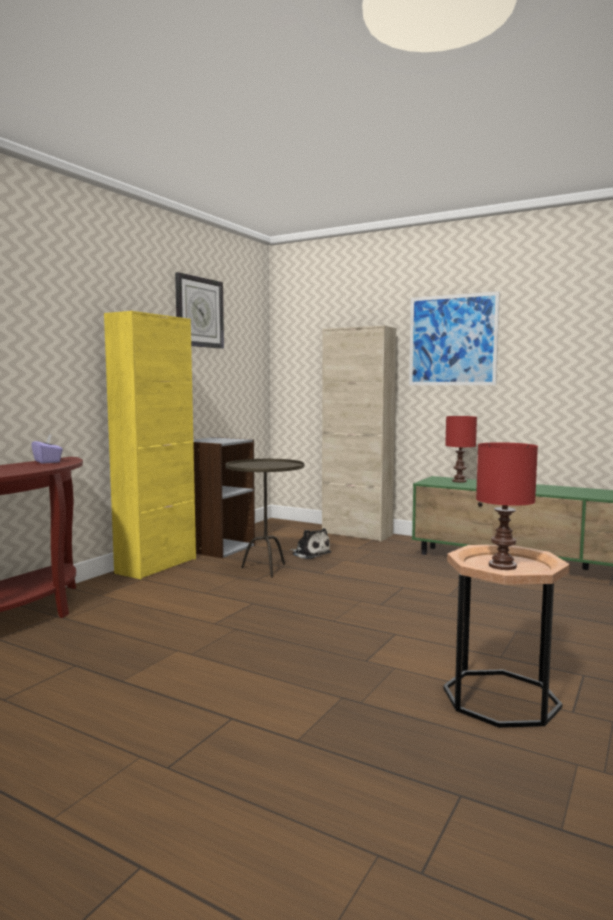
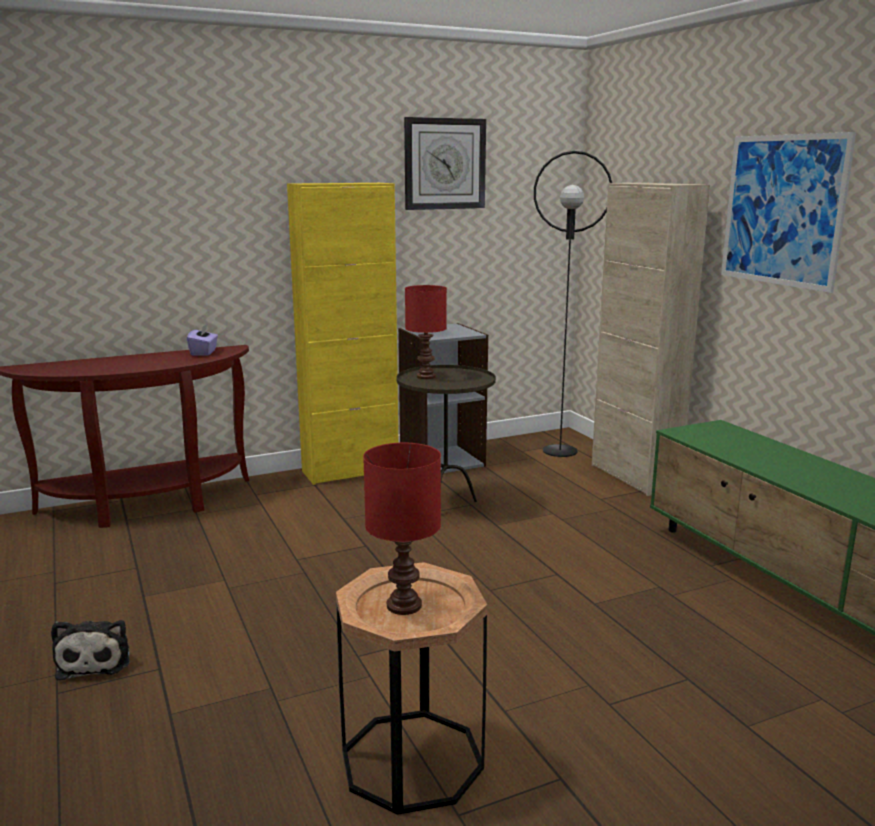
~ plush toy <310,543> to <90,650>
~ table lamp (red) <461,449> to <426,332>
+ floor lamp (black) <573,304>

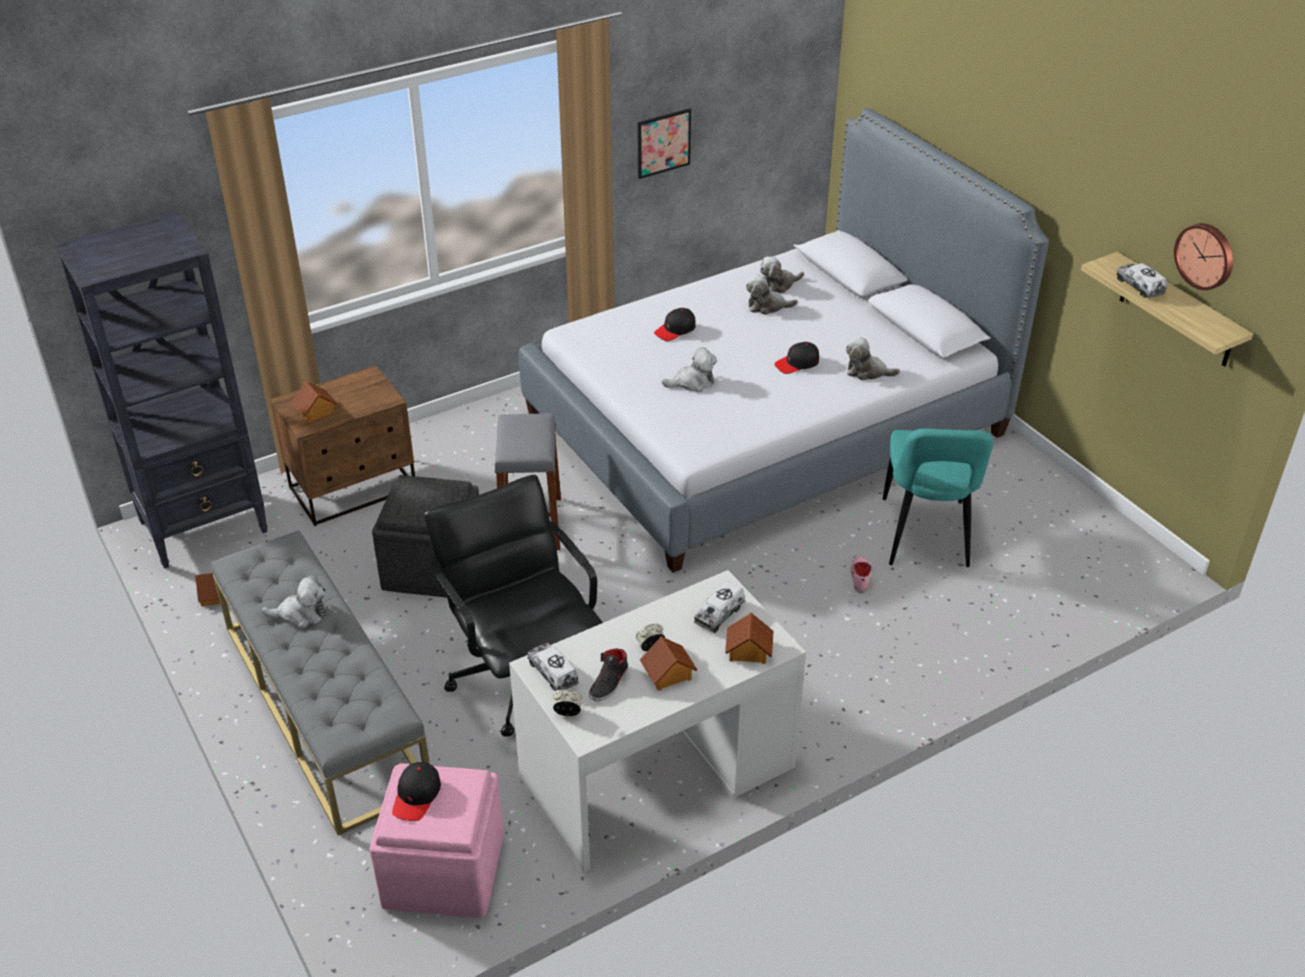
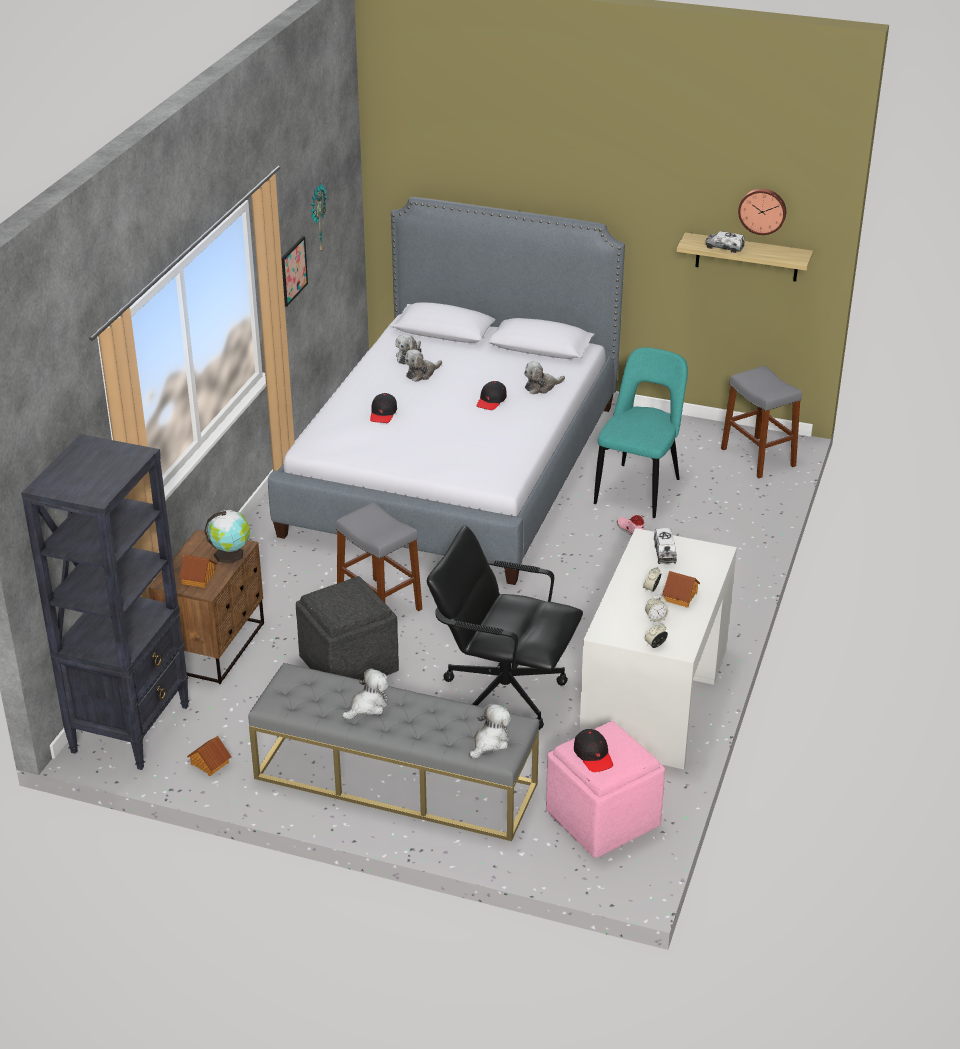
+ globe <227,537>
+ wall clock <319,218>
~ plush toy <689,370> to <490,731>
~ chair (turquoise) <938,497> = <641,432> 120 degrees counterclockwise
~ shoe (black) <608,674> to alarm clock <656,608>
+ stool (grey) <761,422>
- toy truck <553,667>
- toy house <749,638>

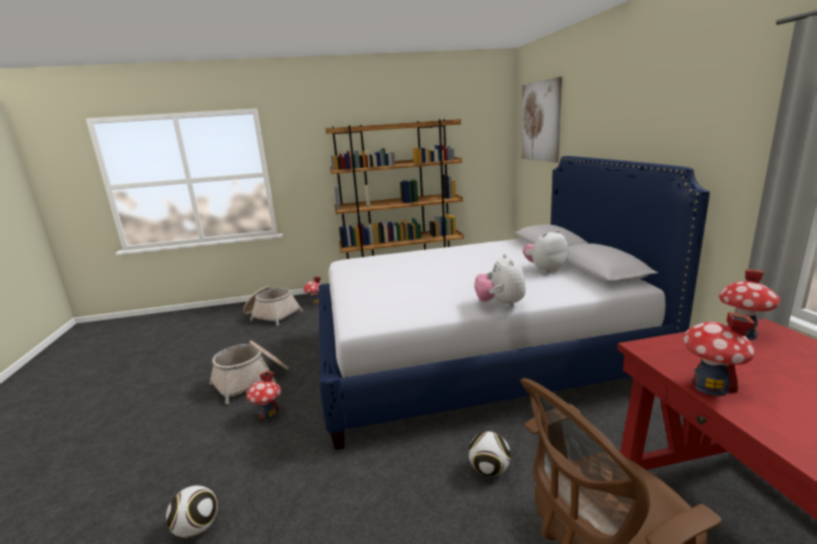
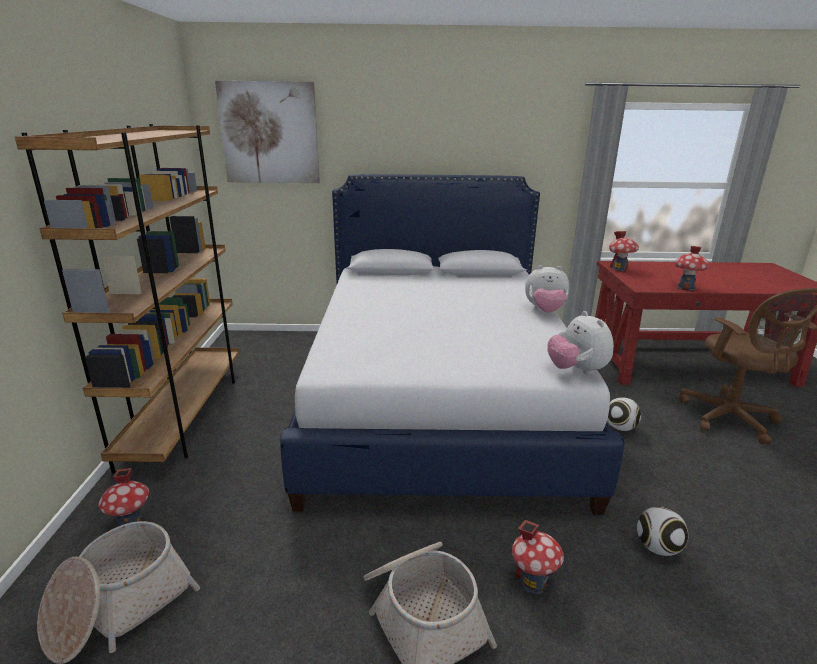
~ plush toy <545,252> to <580,343>
~ football <192,511> to <663,531>

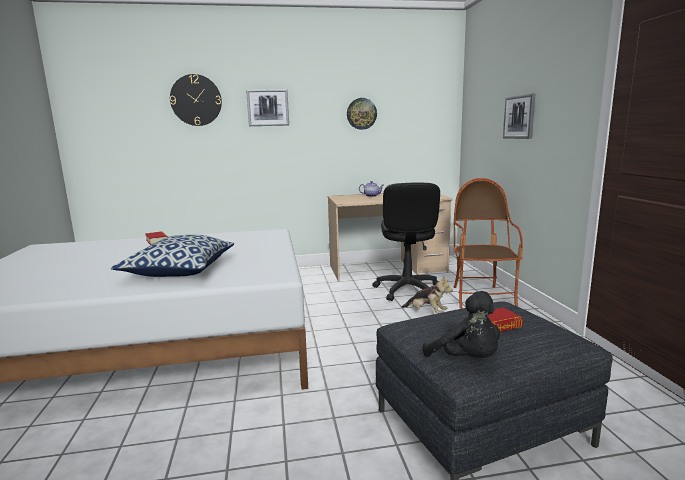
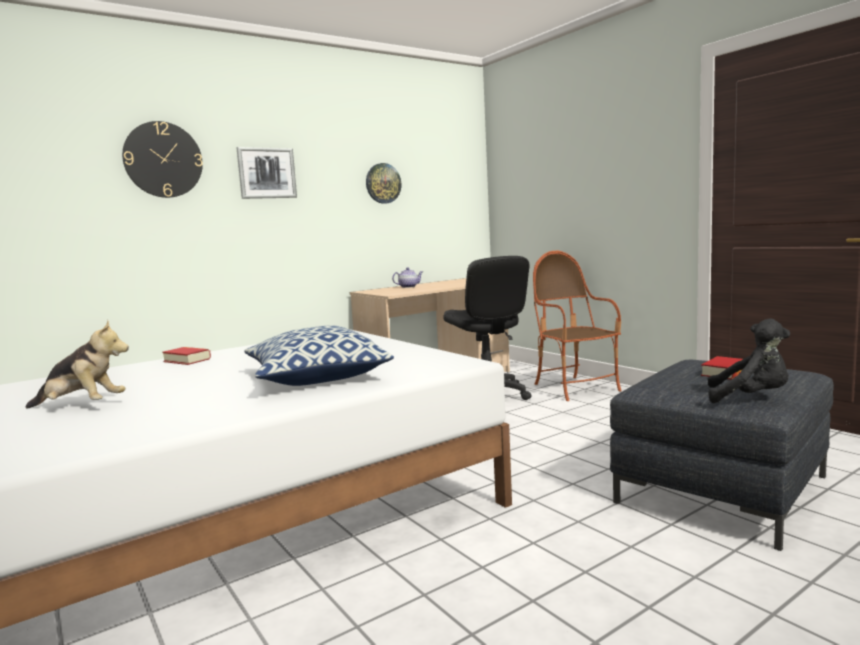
~ plush toy <427,295> to <77,364>
- picture <519,116>

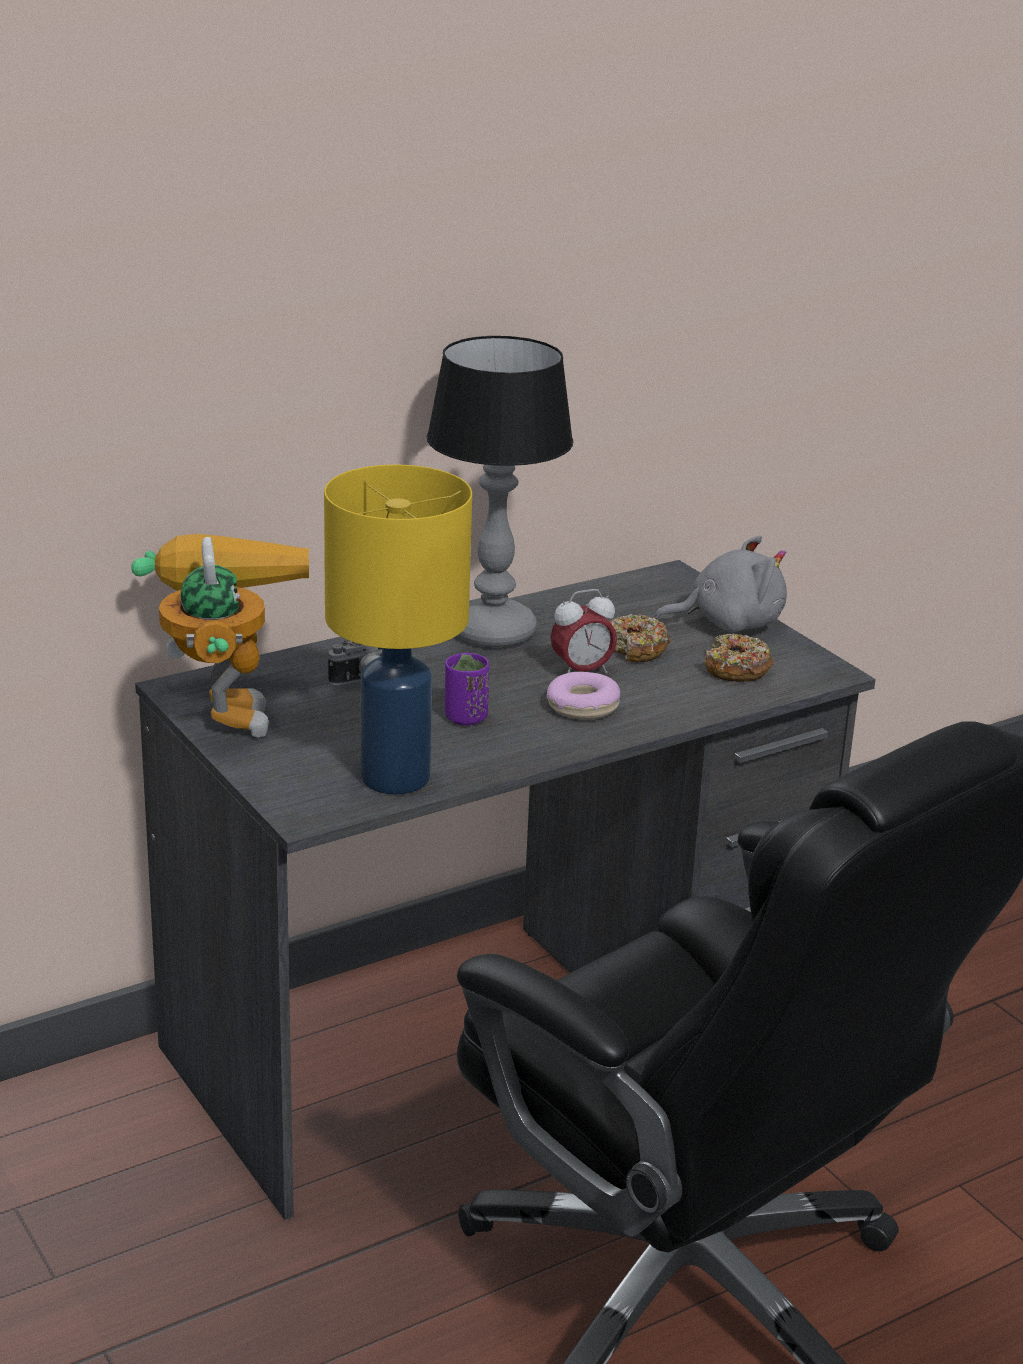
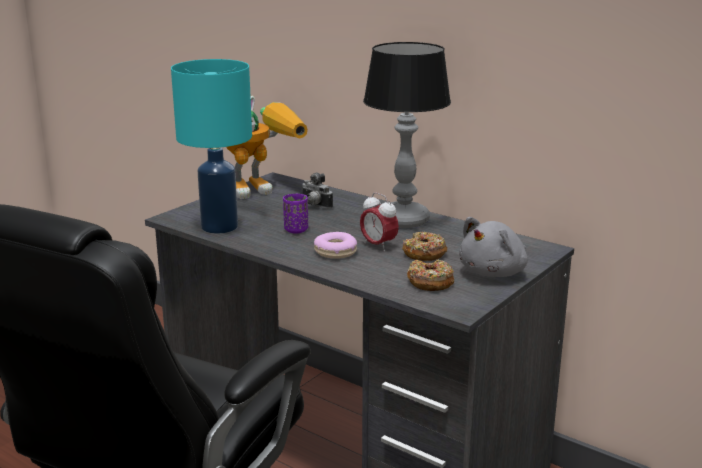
~ table lamp (yellow) <398,629> to table lamp (turquoise) <211,146>
~ plush toy (grey) <720,583> = <493,247> 75 degrees clockwise

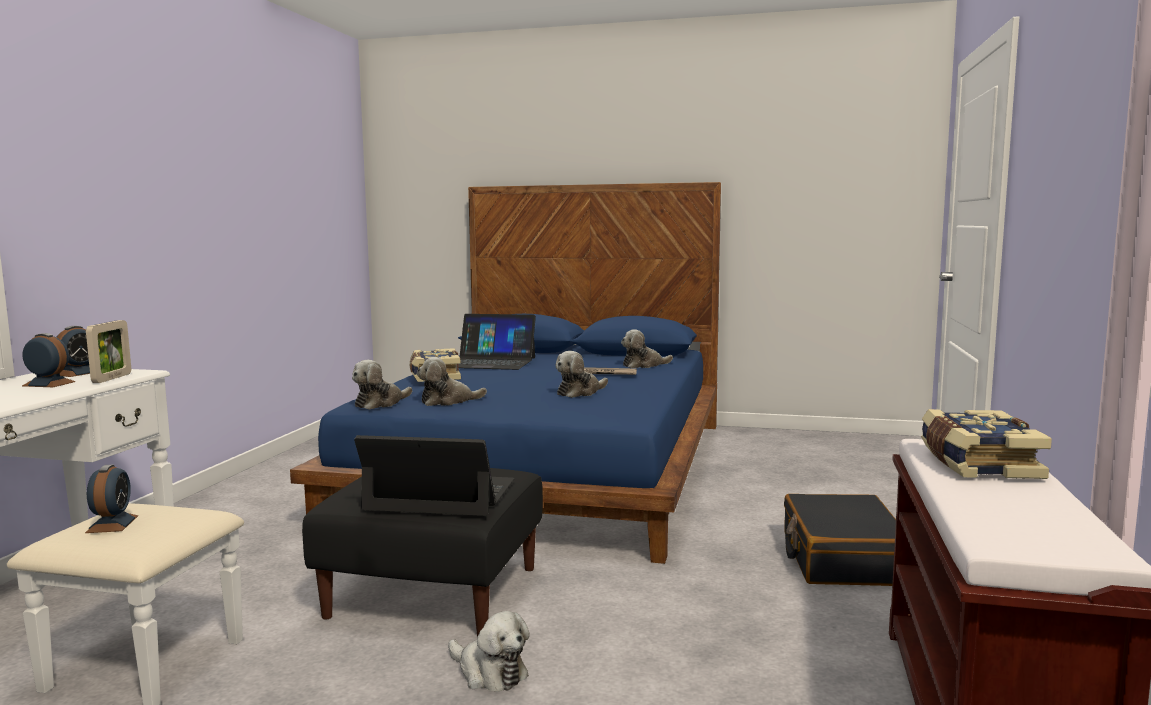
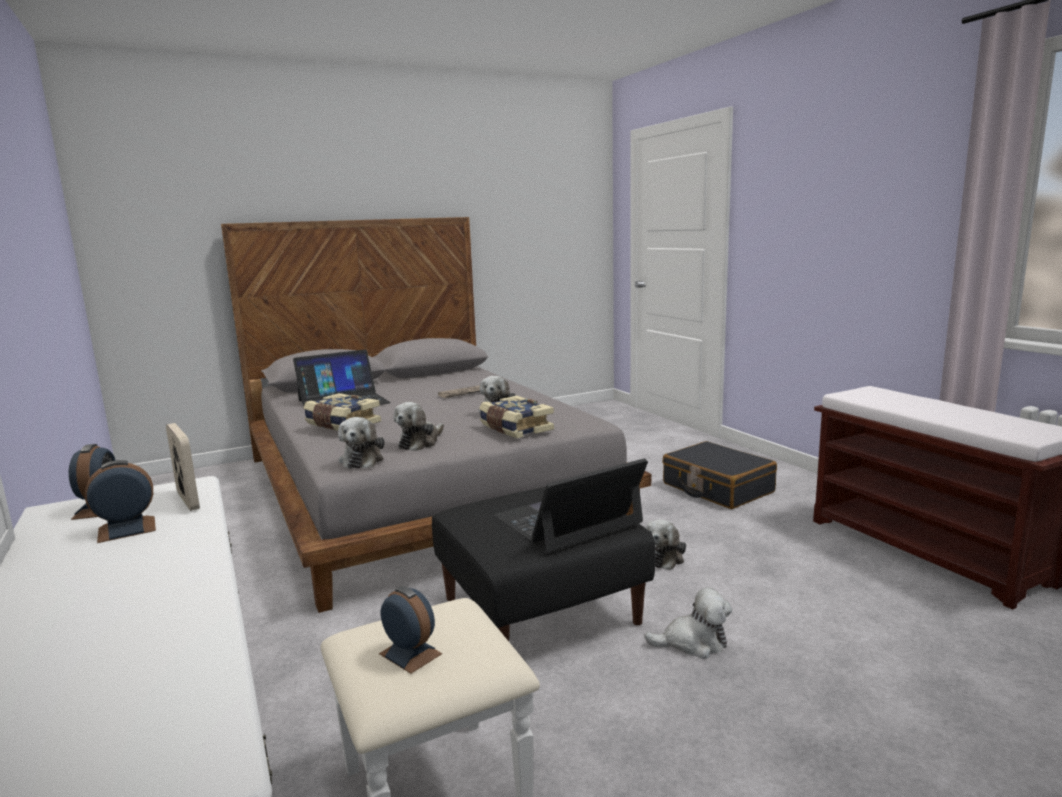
~ bed (blue) <505,373> to bed (grey) <436,415>
~ book <986,444> to <516,417>
~ plush toy <647,348> to <666,544>

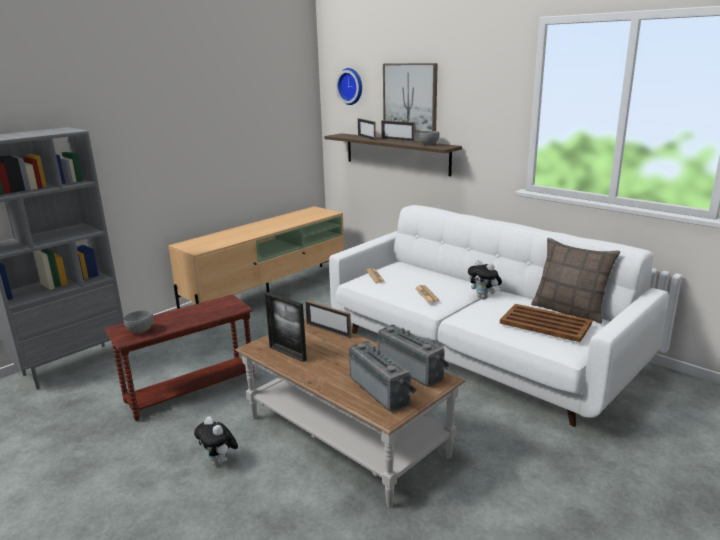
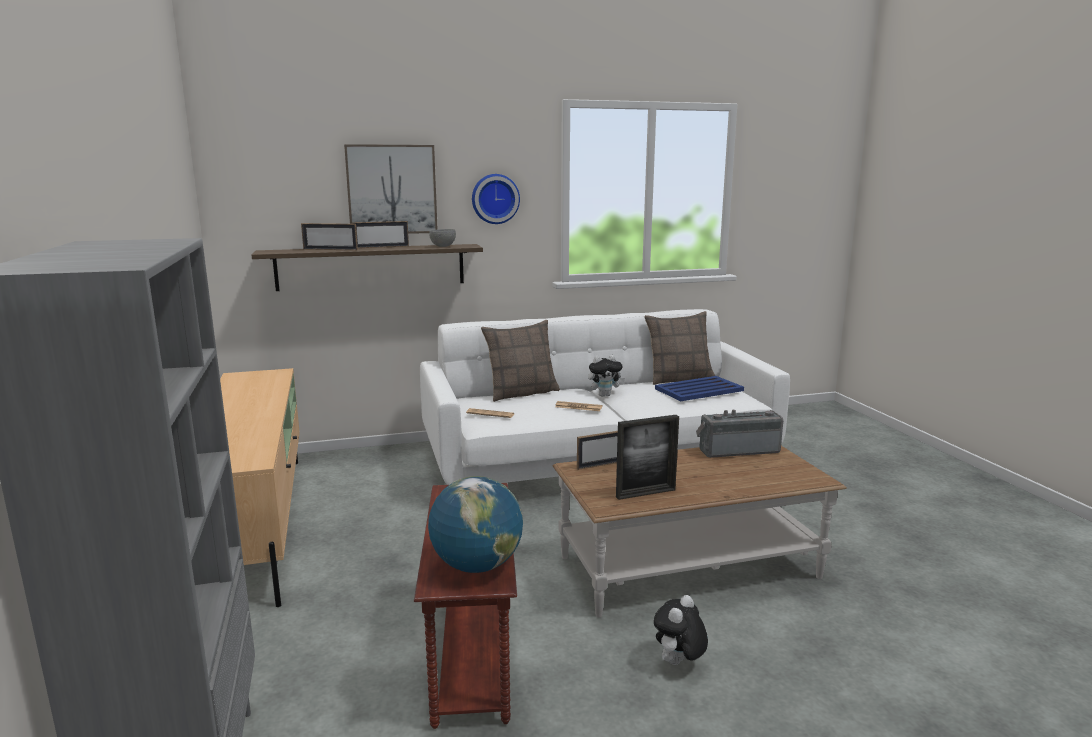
~ bowl (grey) <138,321> to globe <475,524>
~ wall clock <349,86> to <496,199>
+ pillow <520,361>
~ plush toy <216,441> = <681,630> 135 degrees clockwise
~ tray (brown) <546,323> to tray (blue) <699,388>
- radio <383,376>

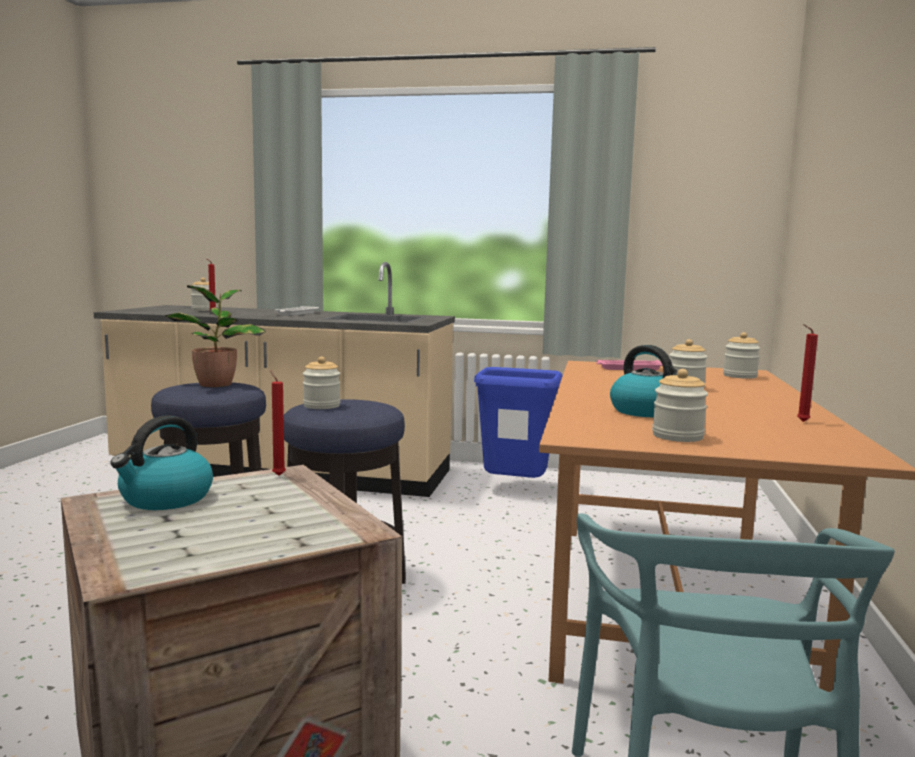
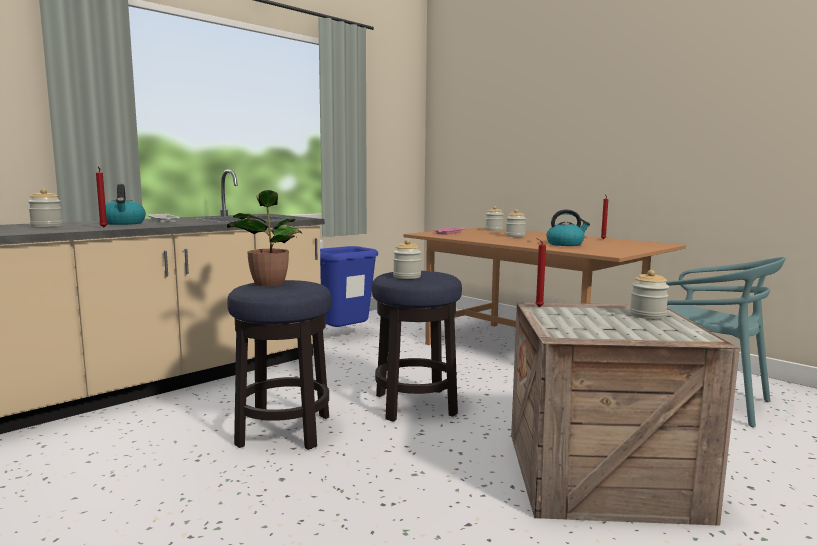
~ kettle <161,462> to <125,204>
~ jar <680,405> to <649,294>

